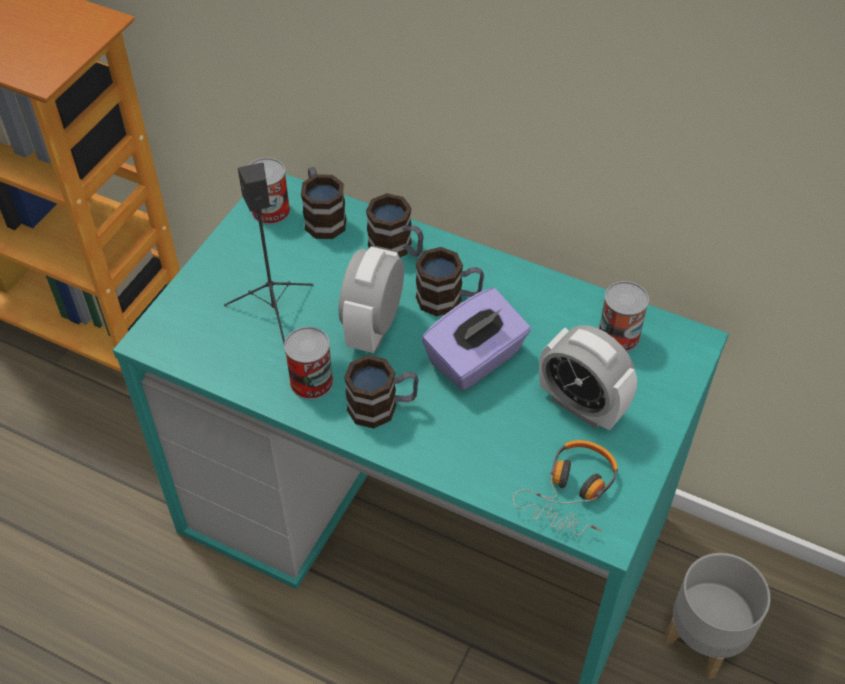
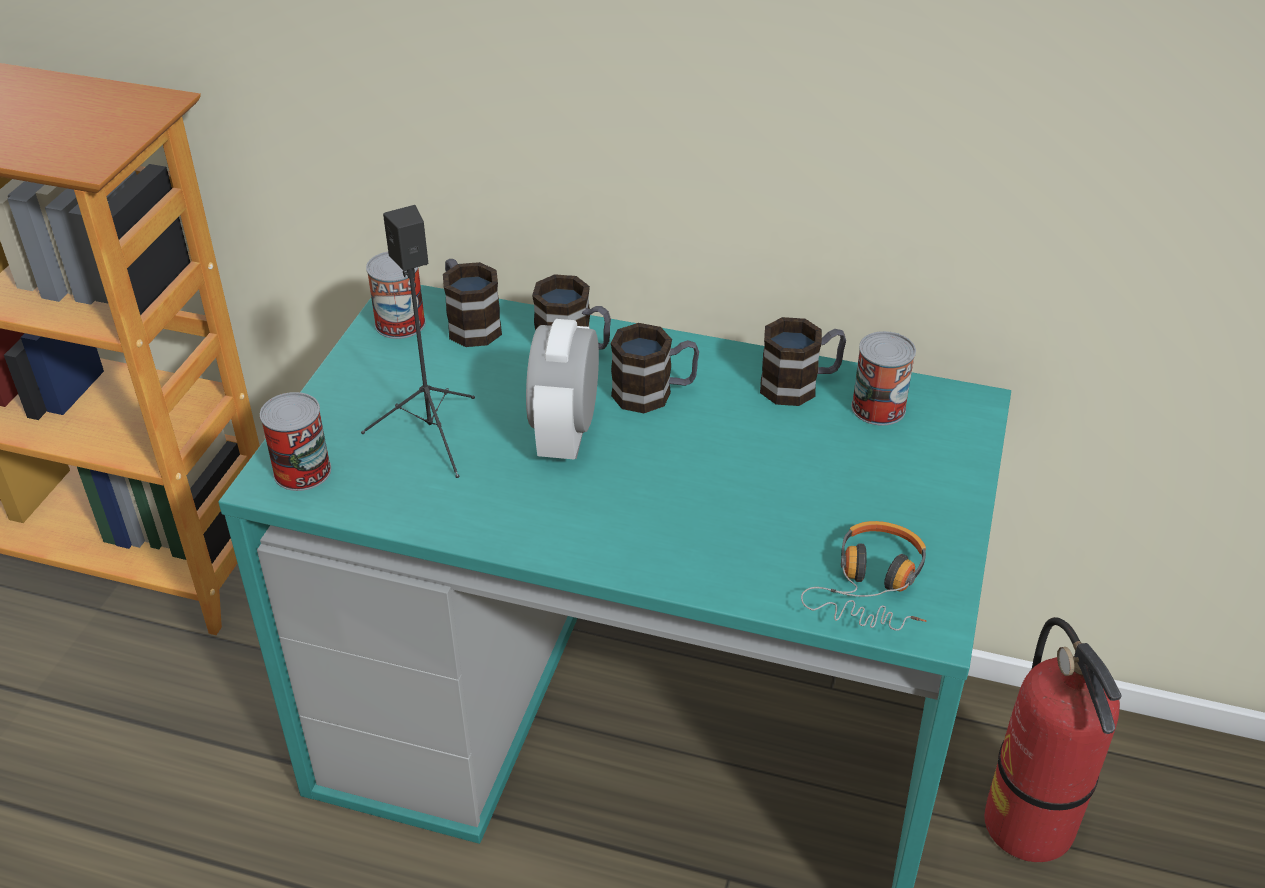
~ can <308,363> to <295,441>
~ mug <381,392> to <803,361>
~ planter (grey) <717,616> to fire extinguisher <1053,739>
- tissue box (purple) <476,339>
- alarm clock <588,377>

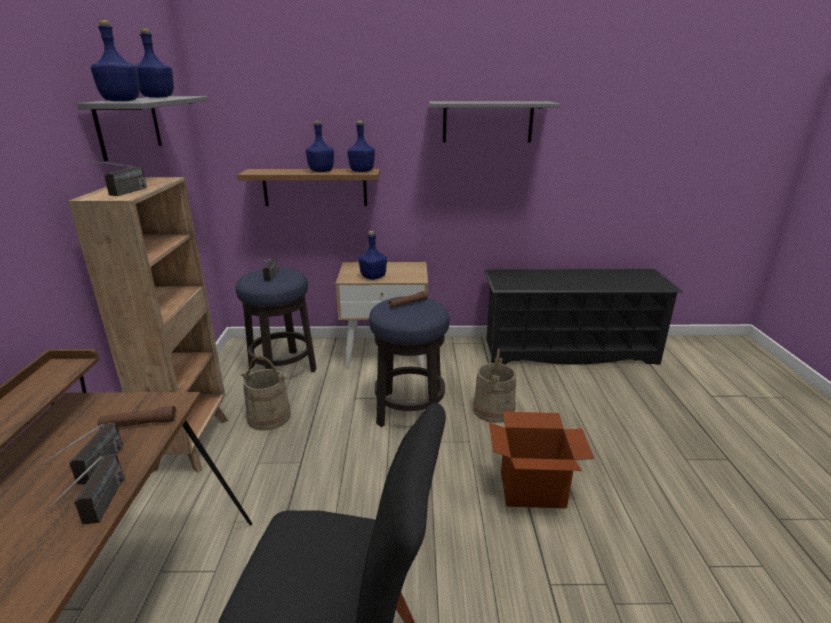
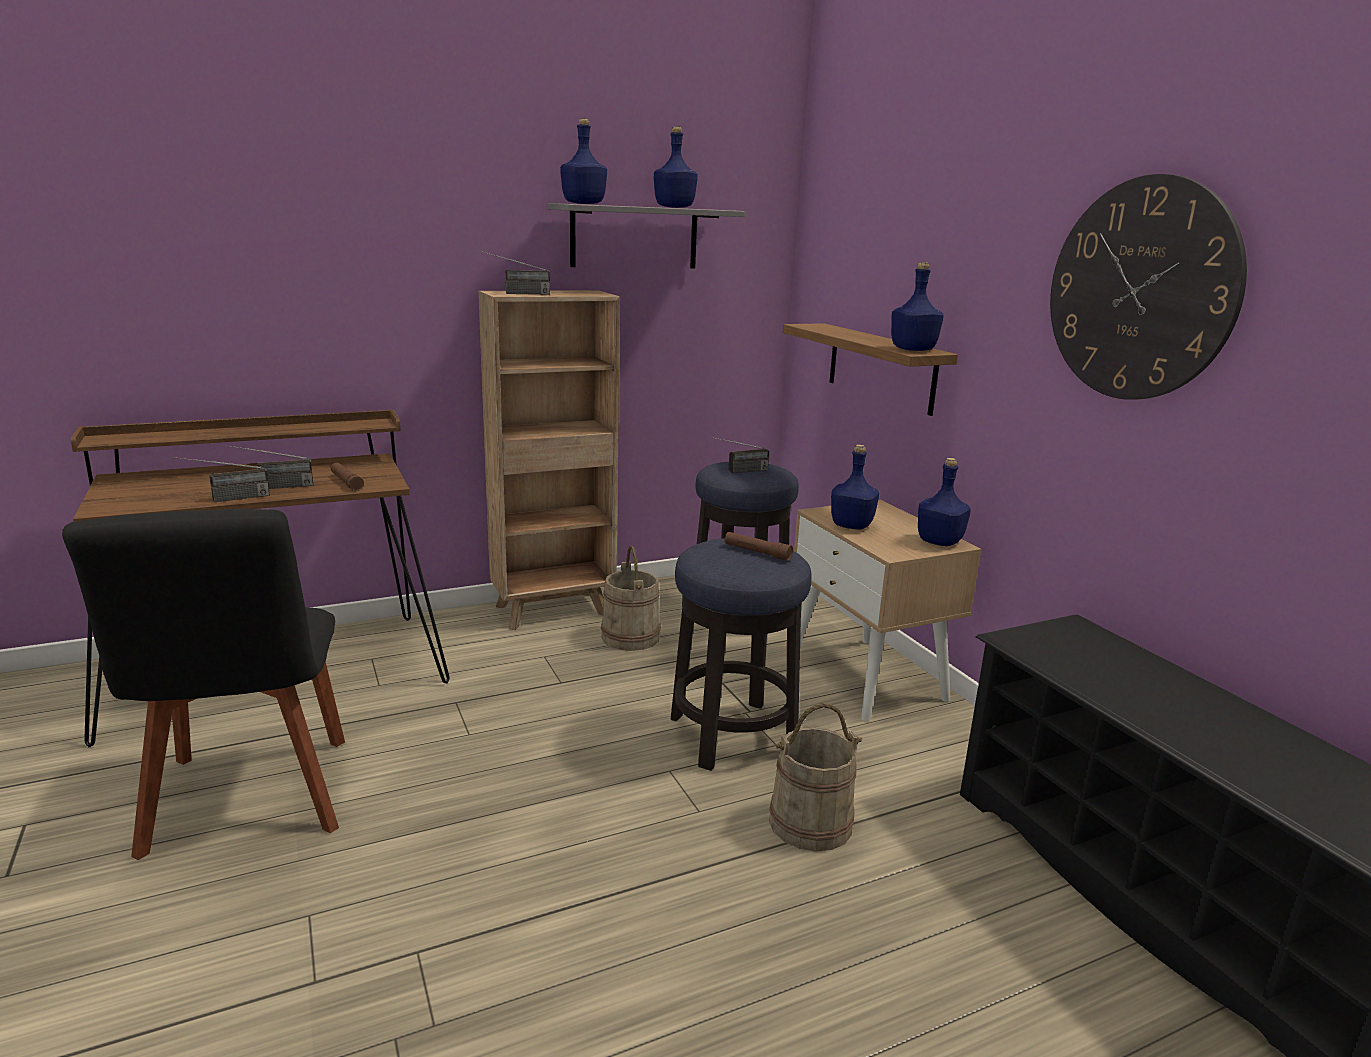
~ bottle (blue) <320,146> to <944,502>
~ shelf (grey) <494,122> to wall clock <1148,287>
- cardboard box <542,460>

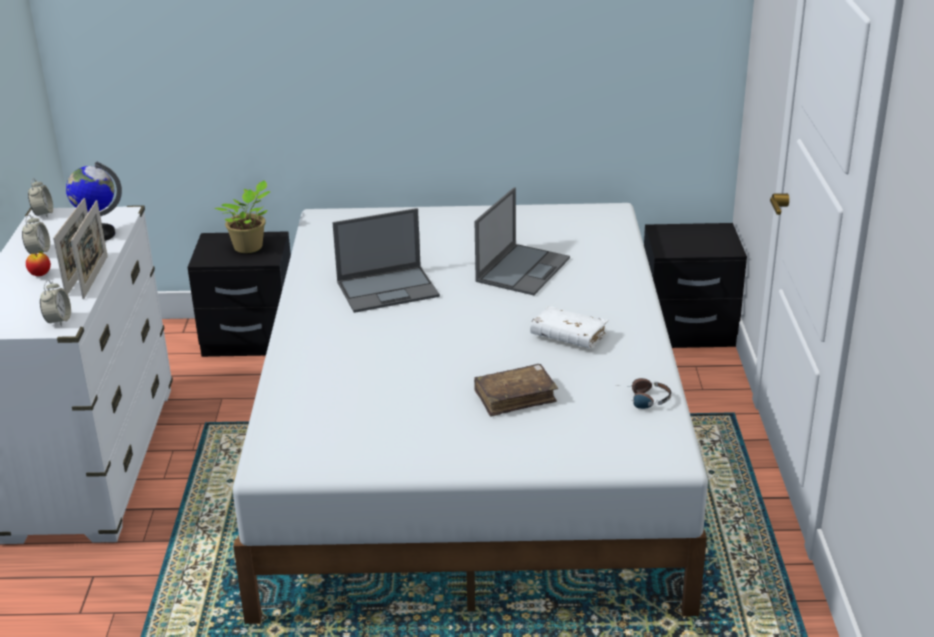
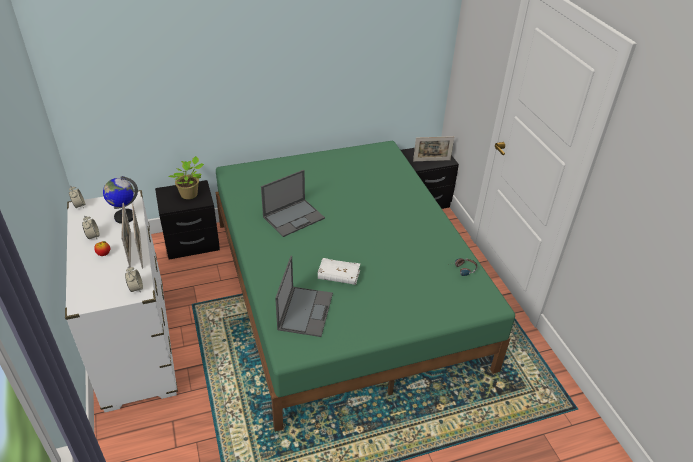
~ bed (white) <470,413> to bed (green) <365,286>
~ laptop <522,241> to <304,296>
~ book (white) <569,327> to <339,271>
+ picture frame <433,148>
- book (brown) <516,390>

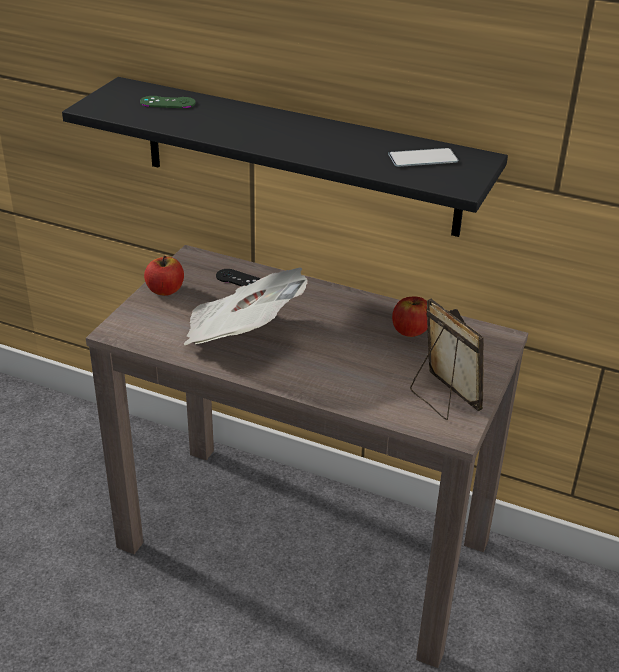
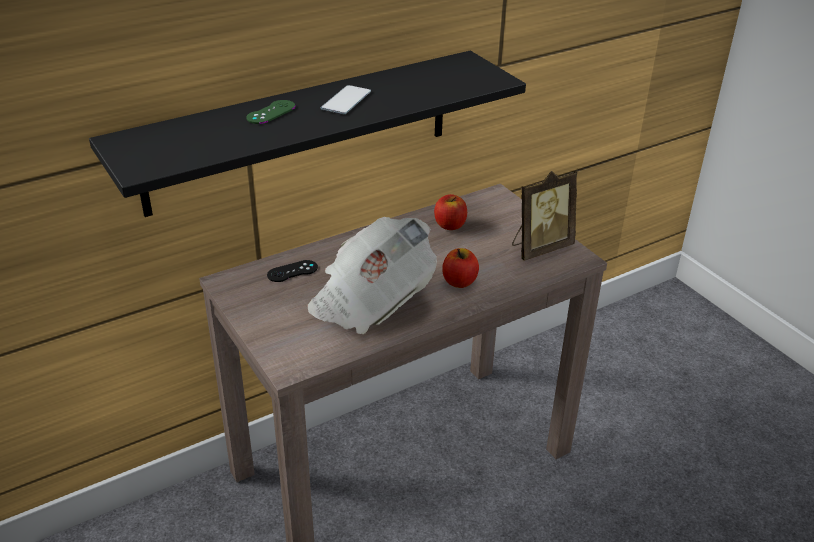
~ game controller (green) <168,102> to <270,112>
~ phone <423,157> to <346,99>
~ apple <164,275> to <460,268>
~ picture frame <447,359> = <544,216> 150 degrees clockwise

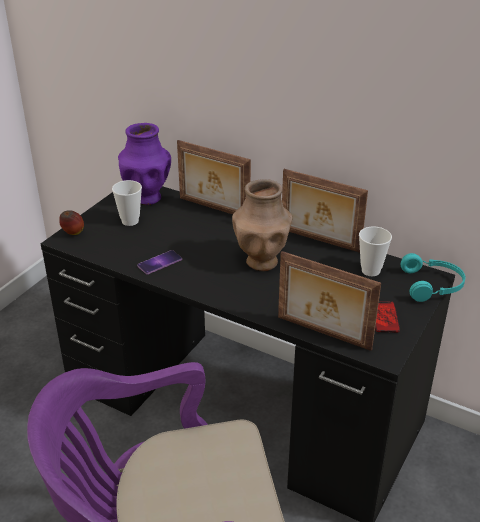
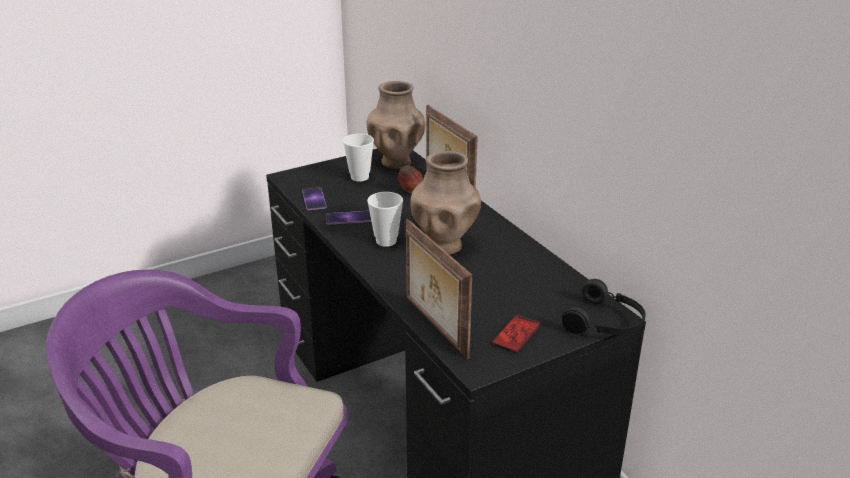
+ phone <314,198>
~ vase (purple) <144,164> to vase (brown) <396,125>
~ cup <375,251> to <385,219>
~ apple <71,222> to <410,179>
~ headphones (turquoise) <433,277> to headphones (black) <604,307>
- picture frame <325,211>

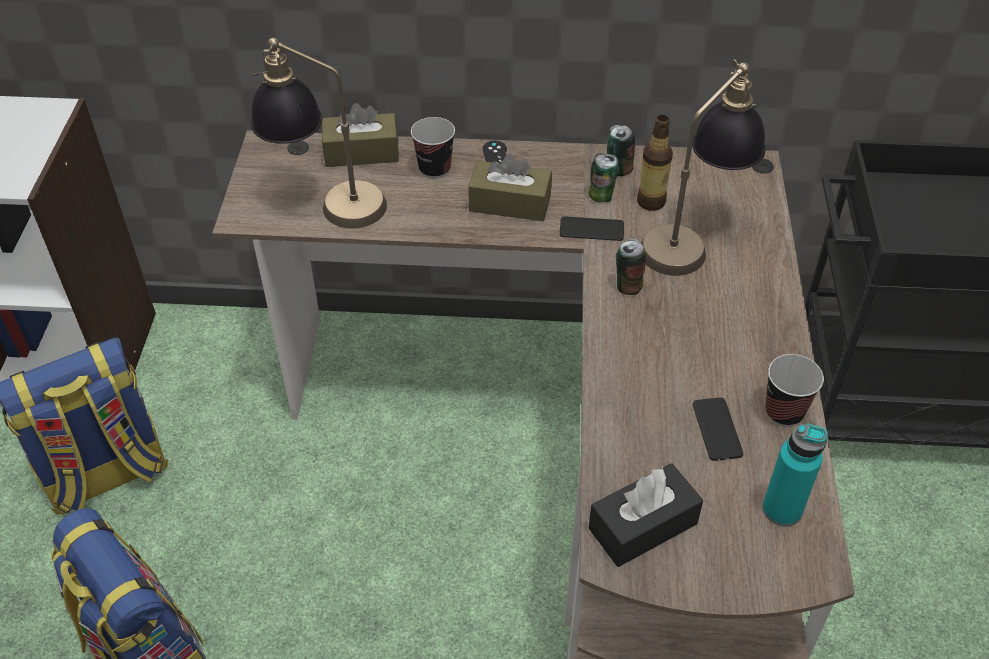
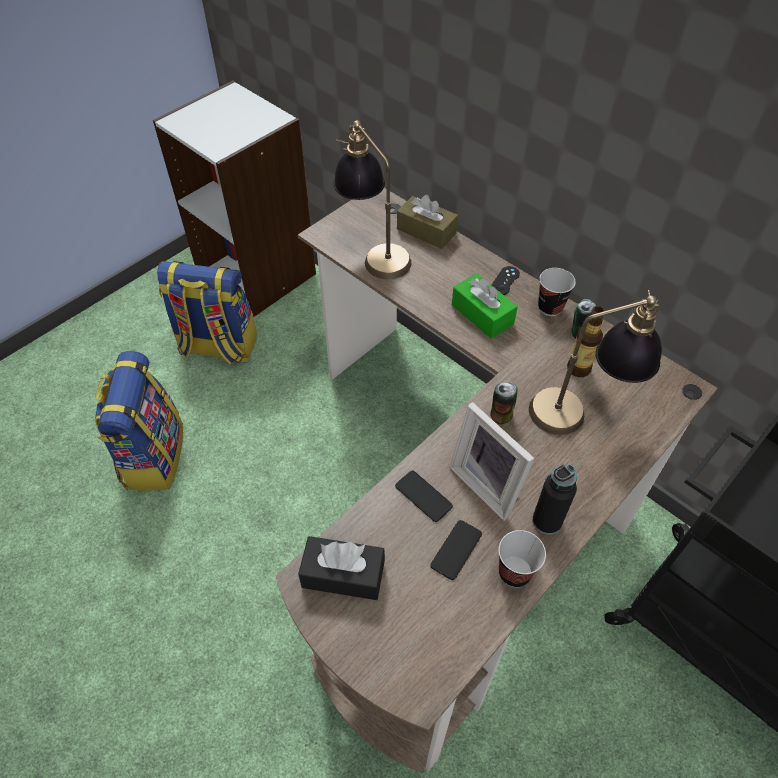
~ phone <592,228> to <424,496>
+ picture frame <492,461>
~ tissue box (brown) <510,187> to tissue box (green) <485,306>
+ bottle (black) <554,499>
~ cup <433,147> to <557,292>
- can <604,177>
- bottle (turquoise) <795,474>

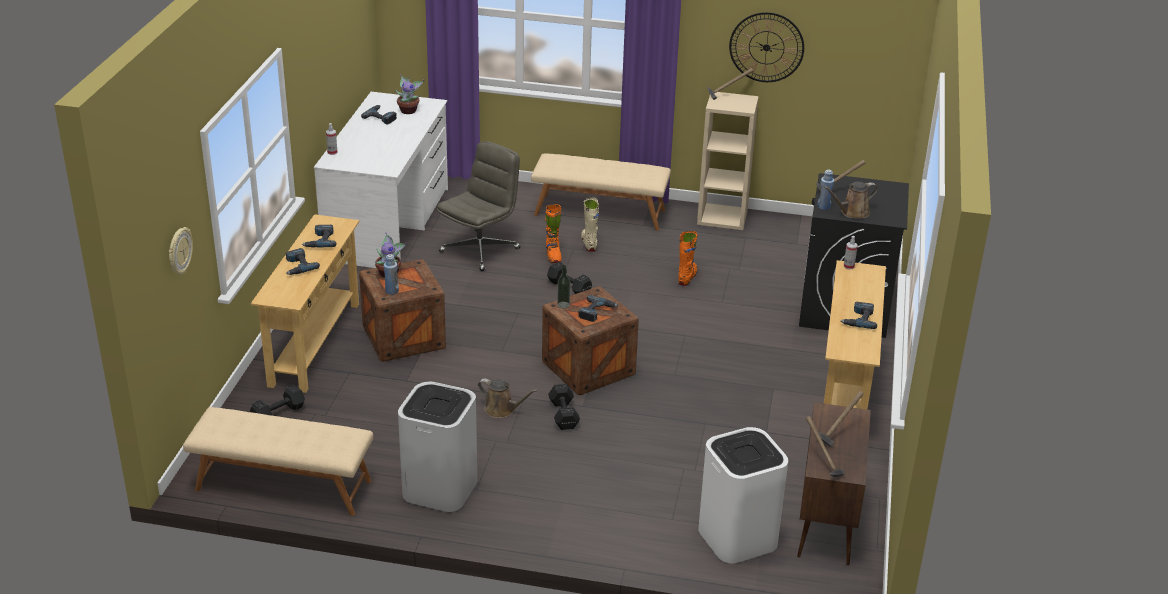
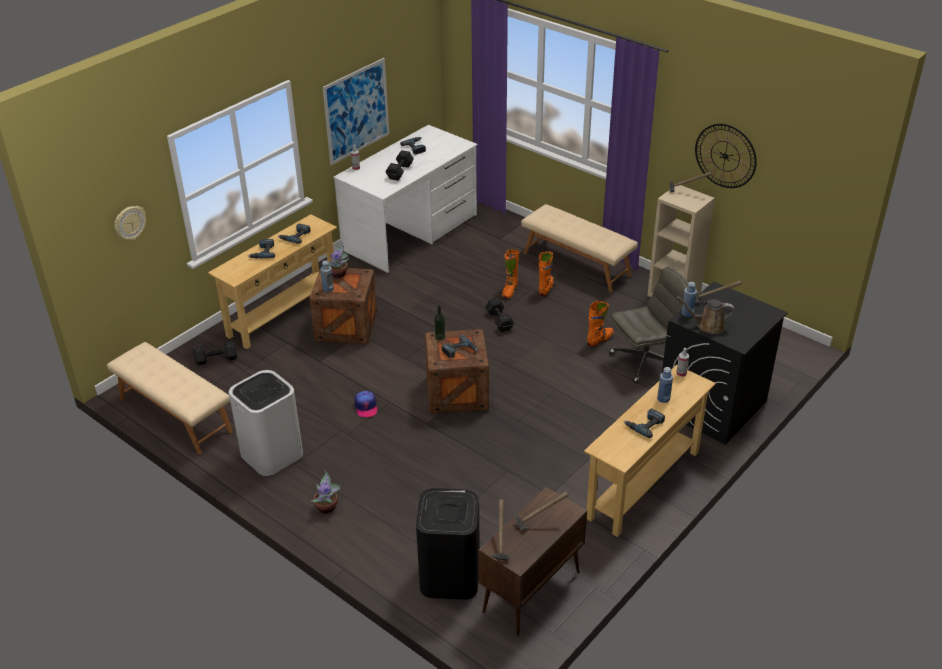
~ potted plant <410,94> to <326,492>
+ picture <356,111>
~ watering can (brown) <508,398> to cap <366,404>
~ dumbbell (black) <564,407> to <399,165>
~ trash can (white) <743,495> to trash can (black) <448,544>
~ boot (beige) <590,224> to boot (orange) <546,273>
~ office chair (grey) <478,206> to <649,325>
+ bottle (blue) <665,385>

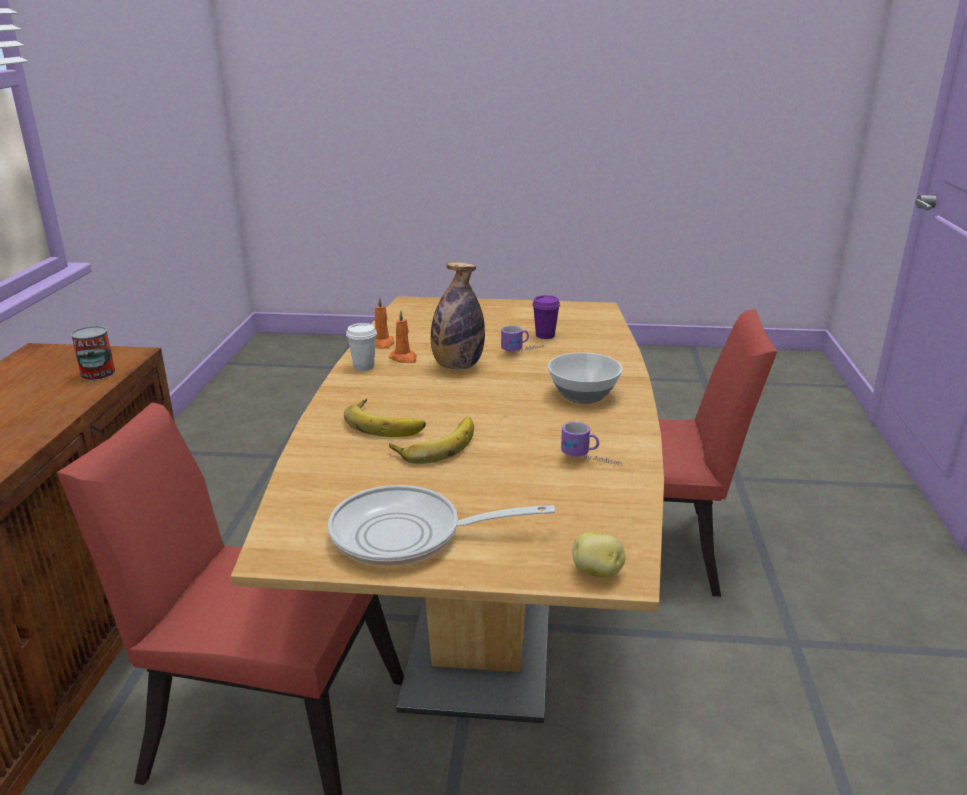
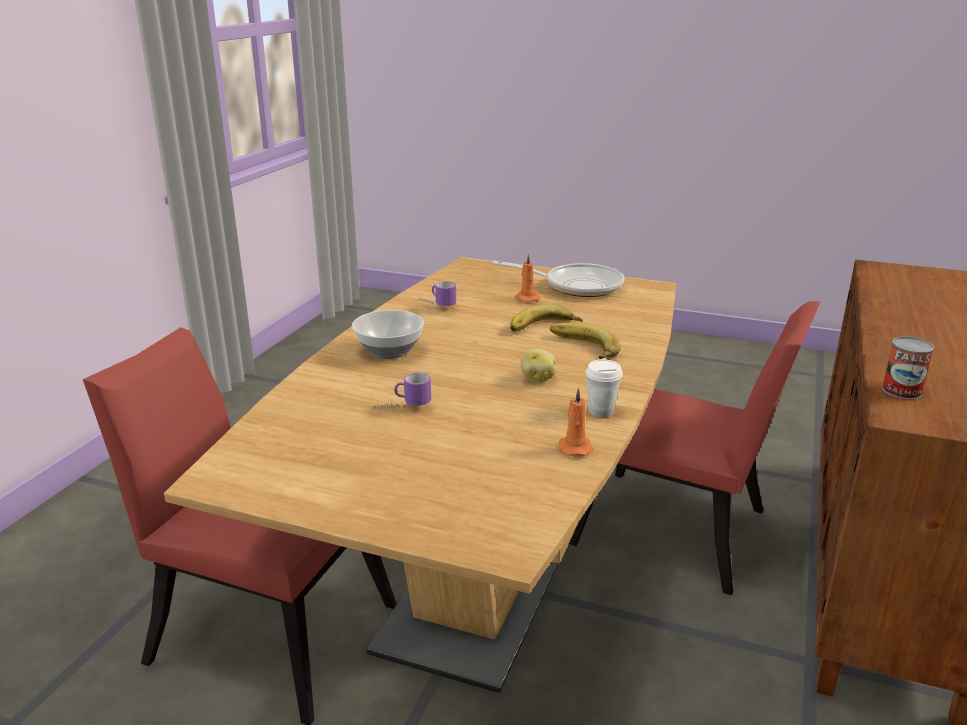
~ candle (orange) <403,337> to <528,278>
~ potato <598,555> to <538,366>
- bottle <458,316>
- cup (purple) <546,317>

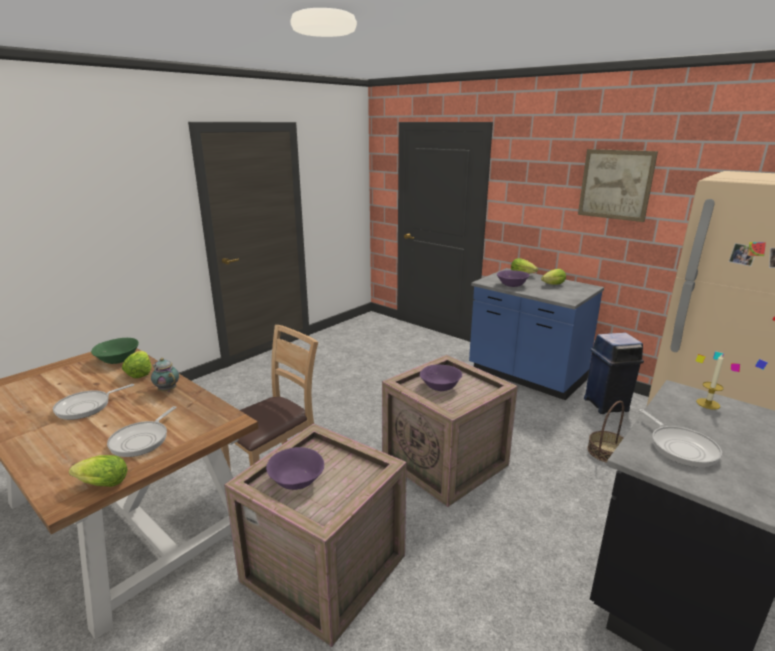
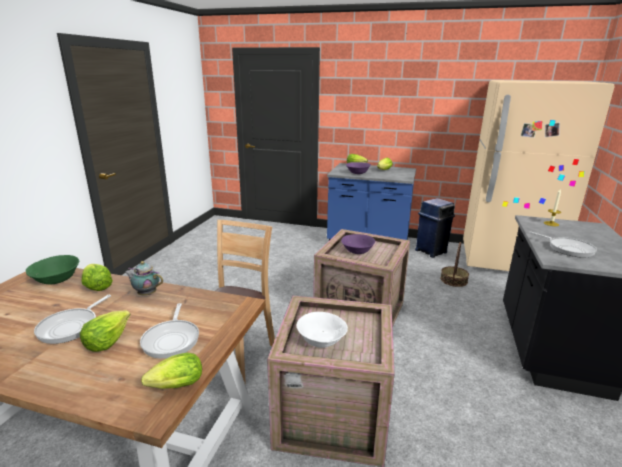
+ lettuce <105,331>
~ bowl (purple) <295,468> to bowl (white) <322,330>
- picture <618,185>

